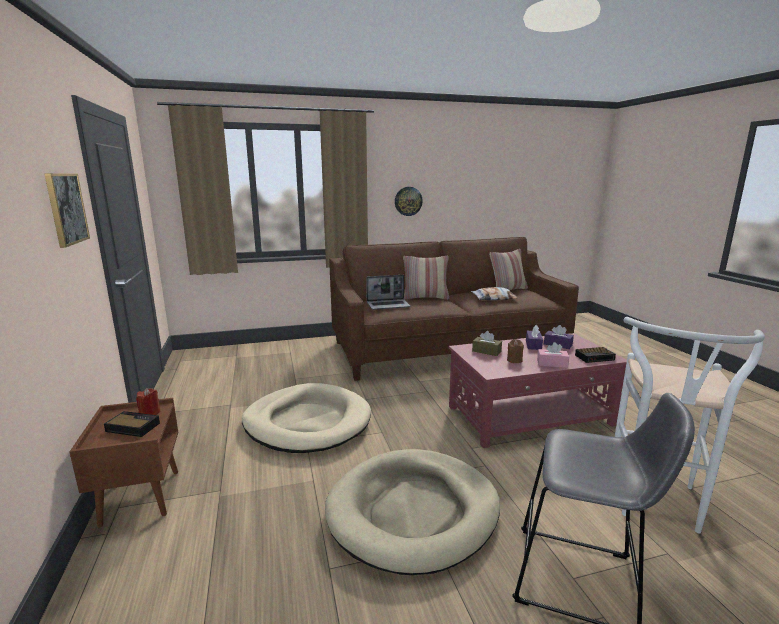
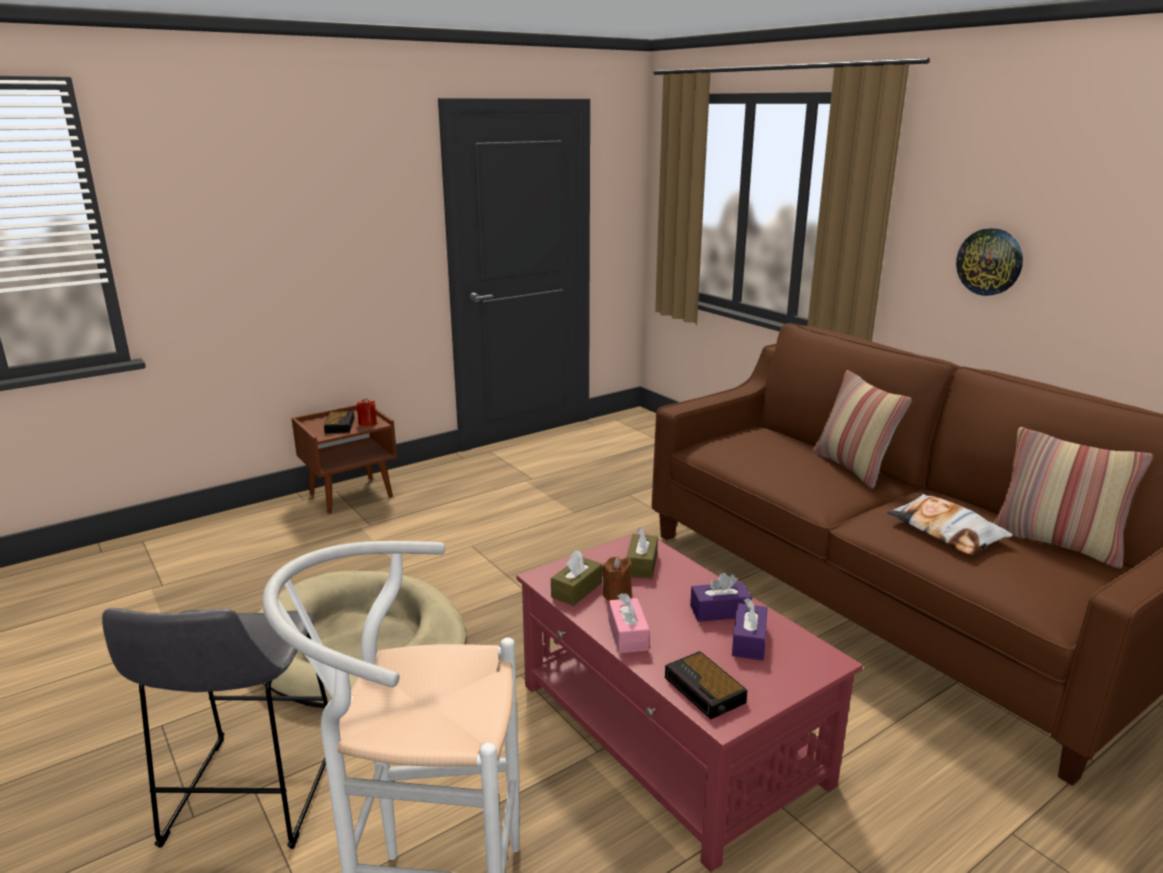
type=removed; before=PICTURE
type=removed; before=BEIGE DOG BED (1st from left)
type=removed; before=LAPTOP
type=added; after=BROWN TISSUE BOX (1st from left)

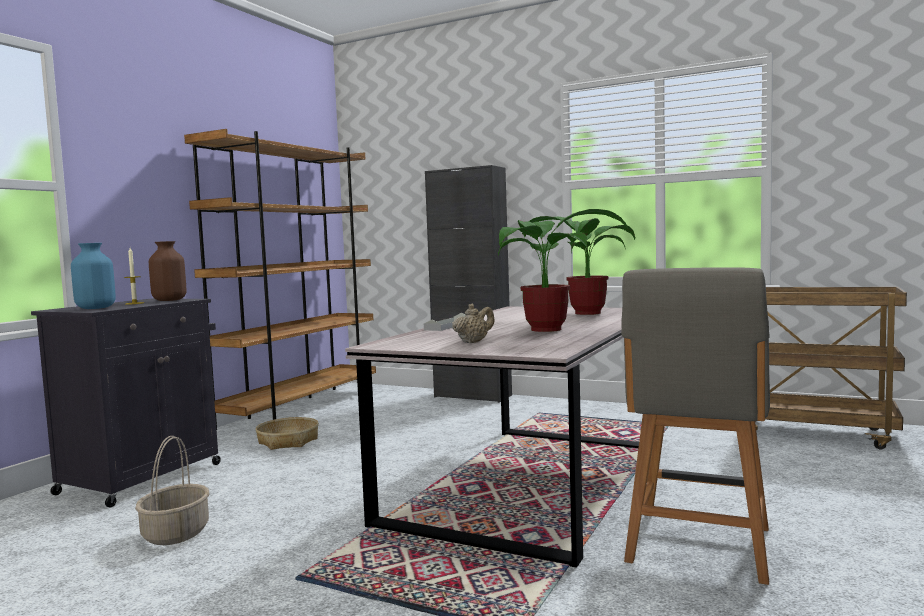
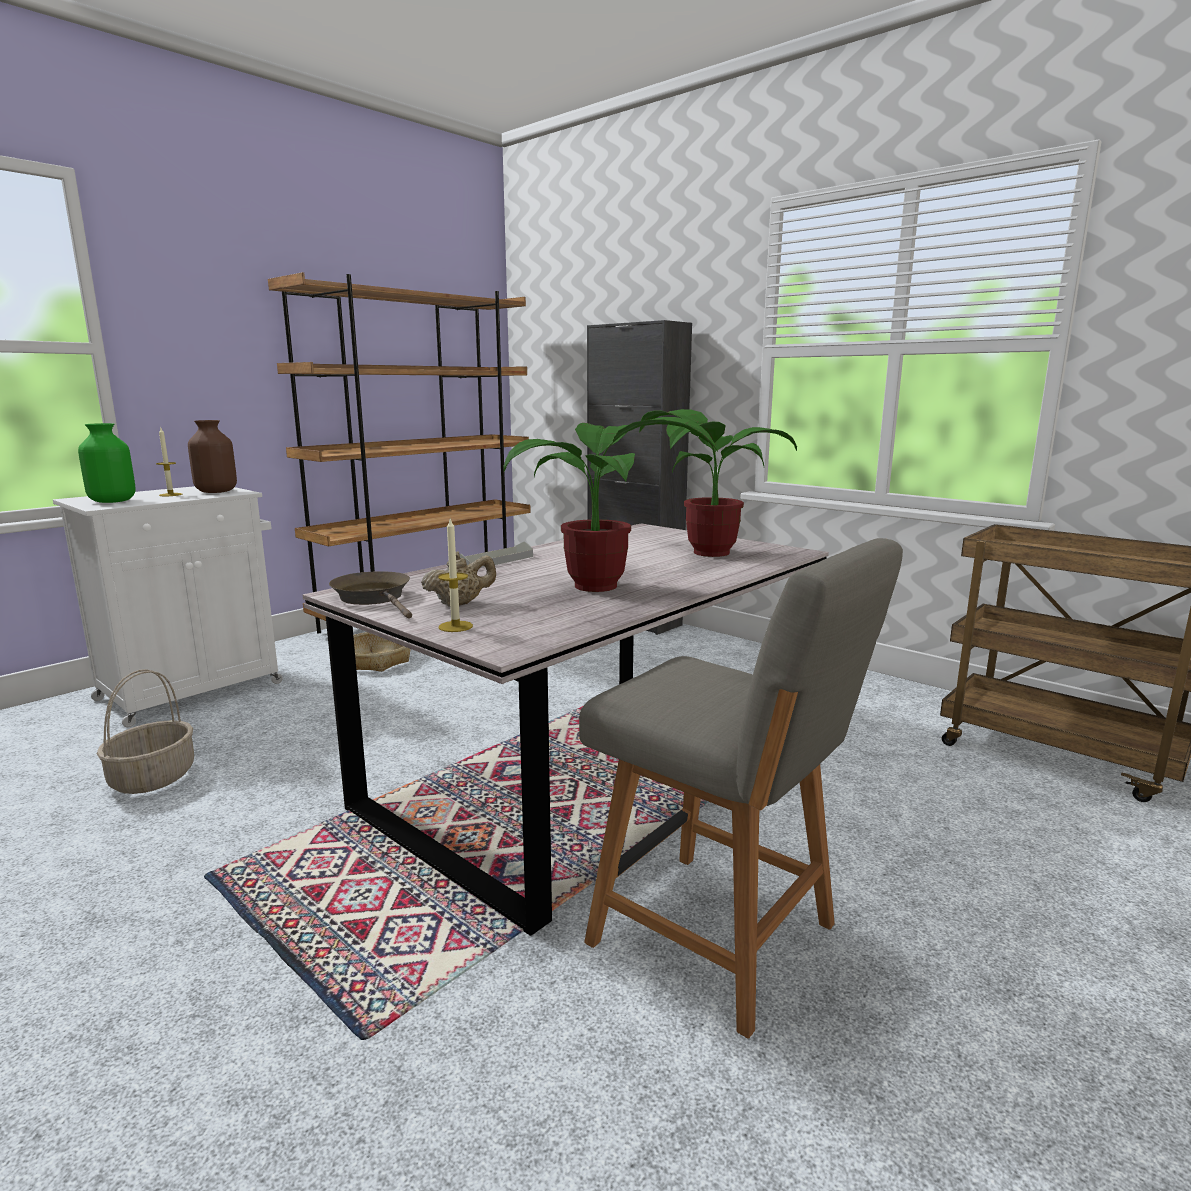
type=added; after=BROWN FRYING PAN
type=added; after=CANDLE (2nd from left)
type=recoloured; before=BLACK CABINET (1st from left); after=WHITE CABINET
type=recoloured; before=BLUE VASE; after=GREEN VASE
type=turned; before=GREY CHAIR; turn=-90

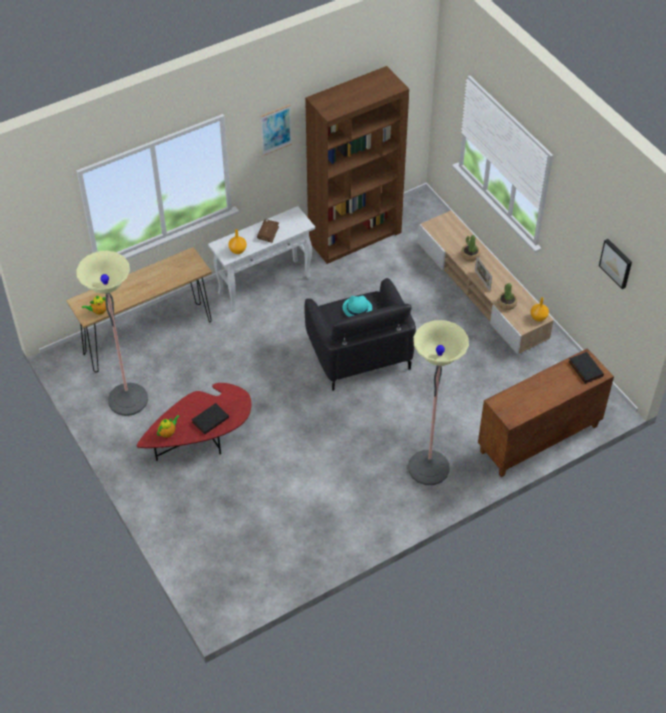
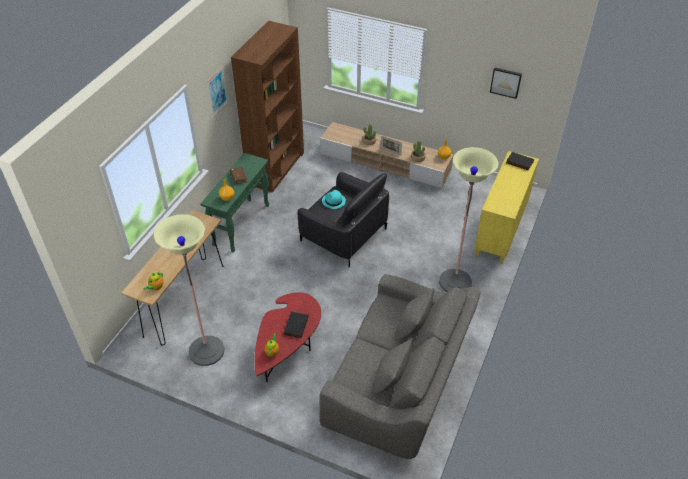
type=added; after=GREY SOFA
type=recoloured; before=WHITE CONSOLE TABLE; after=GREEN CONSOLE TABLE
type=recoloured; before=BROWN CABINET; after=YELLOW CABINET

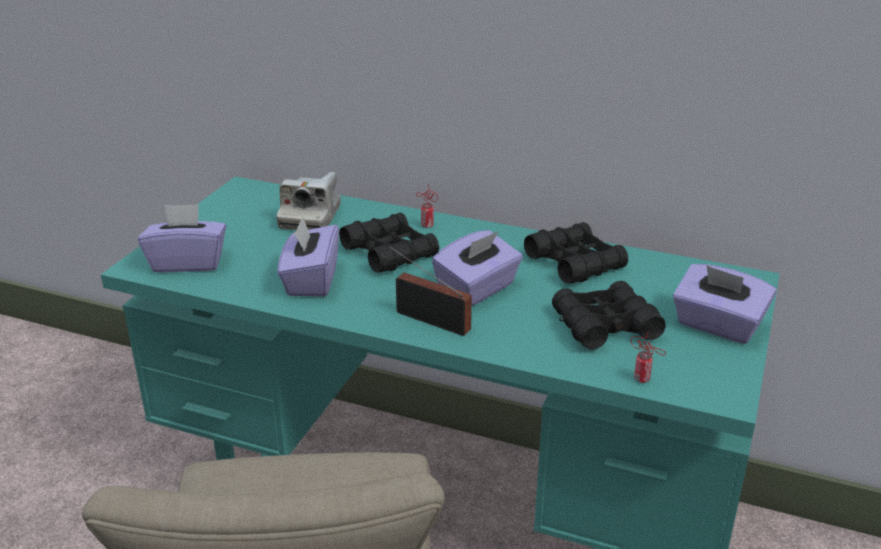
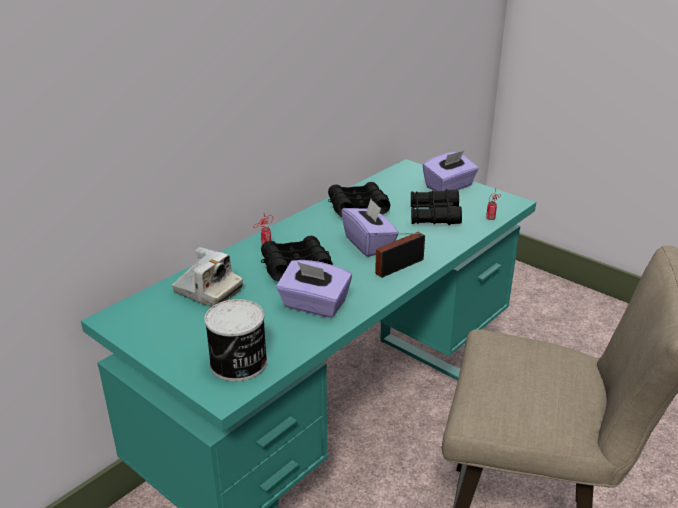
type=replaced; before=PURPLE TISSUE BOX (1st from left); after=CAN (1st from left)

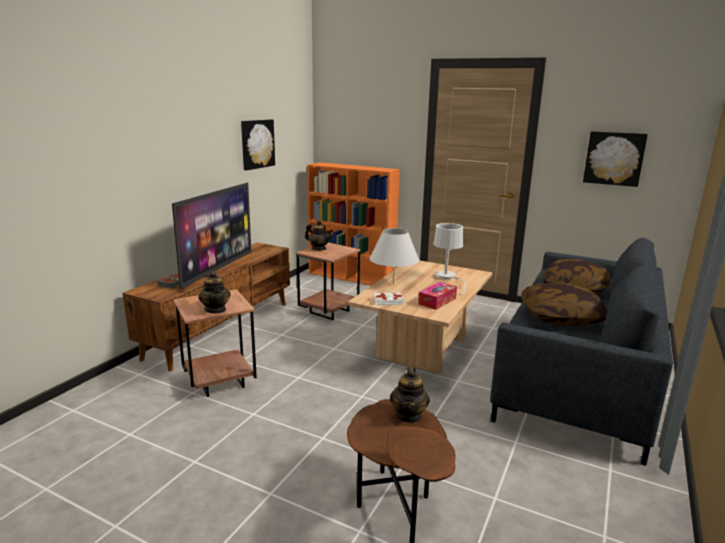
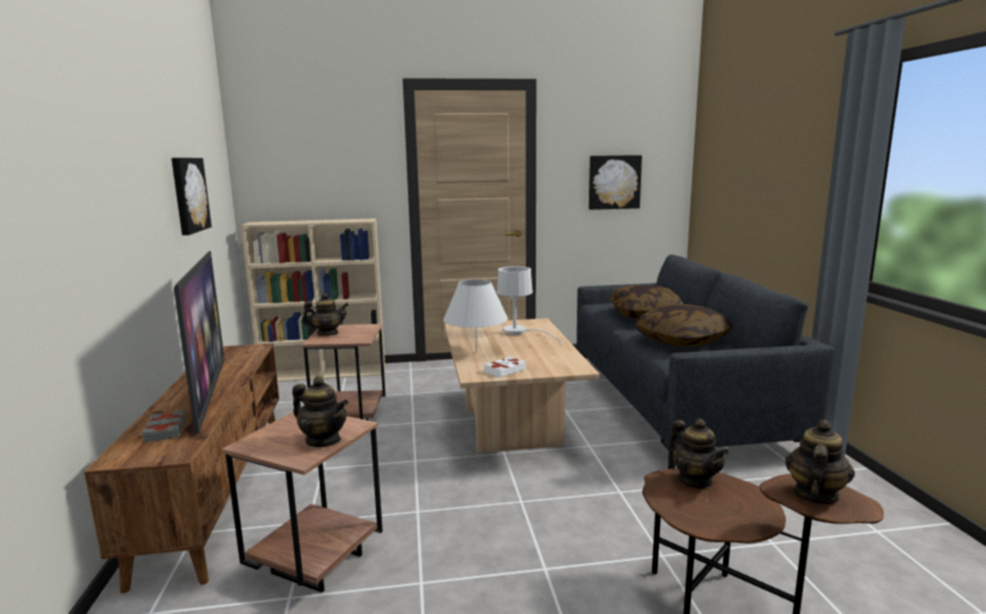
type=removed; before=TISSUE BOX
type=added; after=TEAPOT (4th from left)
type=recoloured; before=ORANGE BOOKCASE; after=BEIGE BOOKCASE

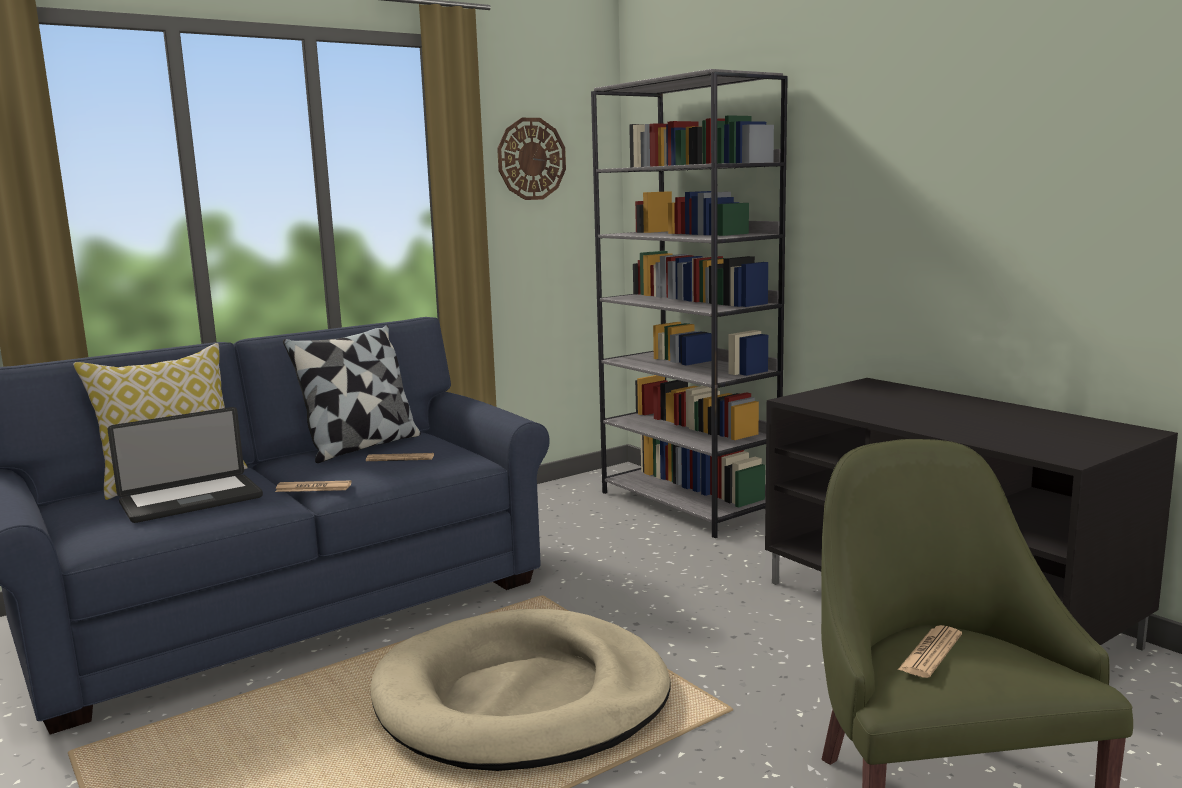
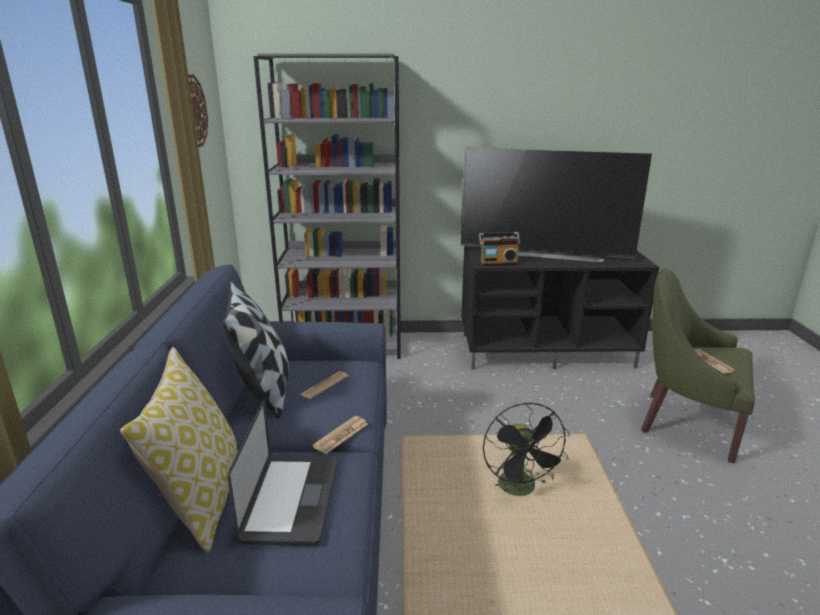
type=added; after=TELEVISION
type=added; after=RADIO
type=replaced; before=BEIGE DOG BED; after=BLACK FAN

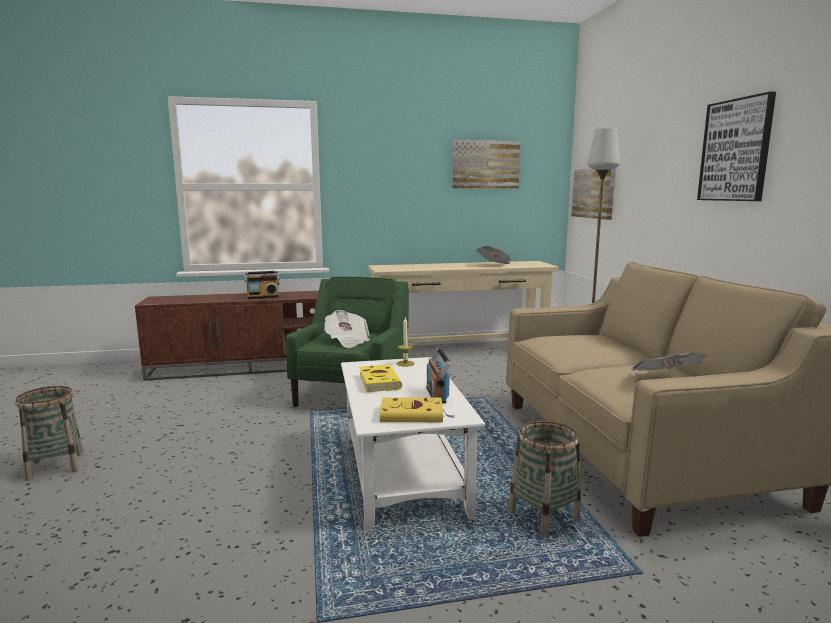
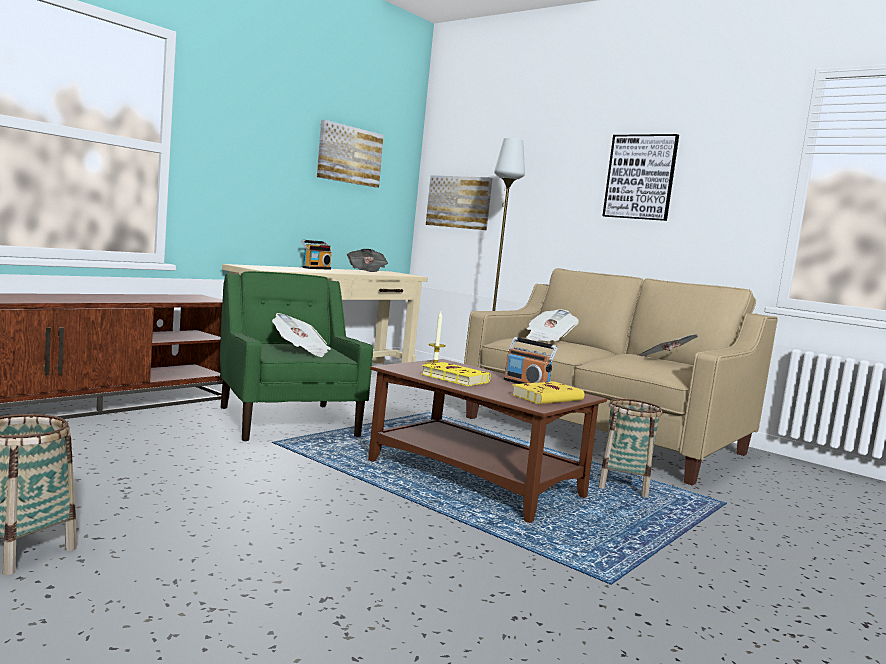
type=added; after=NEWSPAPER (3rd from left)
type=moved; before=RADIO (1st from left)
type=recoloured; before=WHITE COFFEE TABLE; after=BROWN COFFEE TABLE

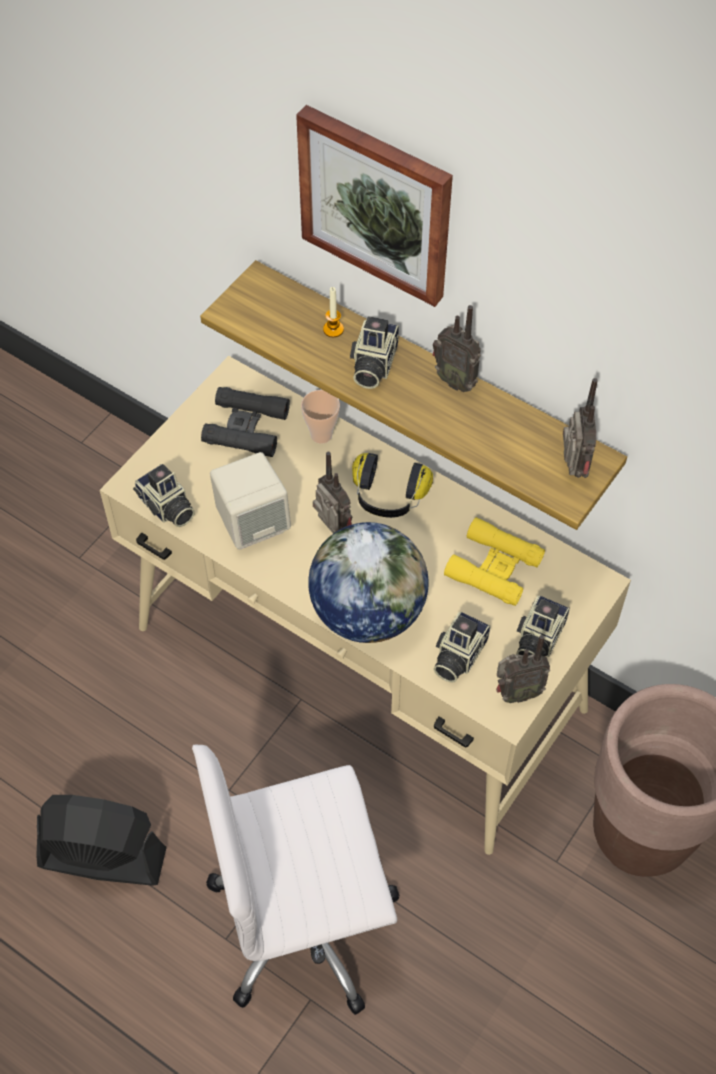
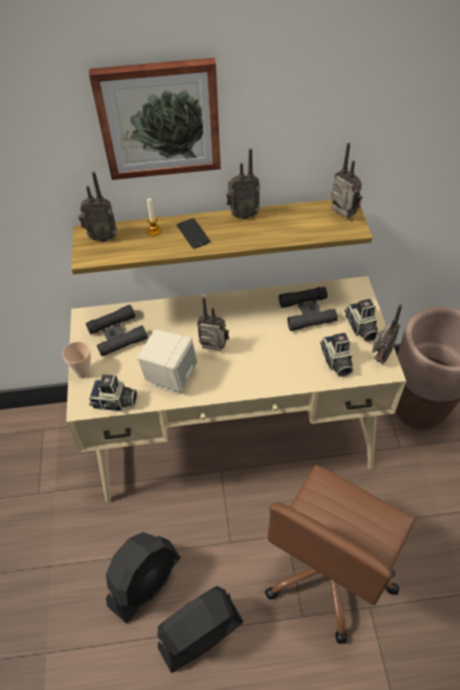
type=removed; before=GLOBE
type=removed; before=HEADPHONES
type=added; after=RADIO (1st from left)
type=added; after=BLACK FAN (1st from left)
type=moved; before=CUP
type=replaced; before=PHOTO CAMERA (2nd from left); after=PHONE
type=recoloured; before=WHITE OFFICE CHAIR; after=BROWN OFFICE CHAIR
type=recoloured; before=YELLOW BINOCULARS; after=BLACK BINOCULARS (2nd from left)

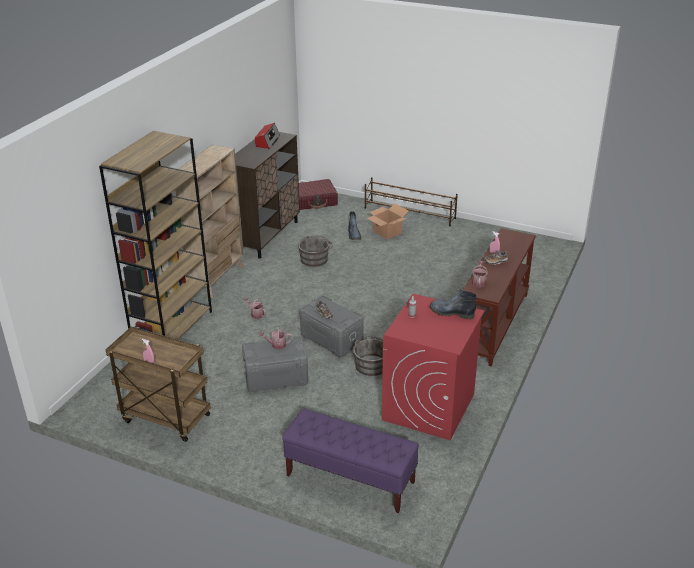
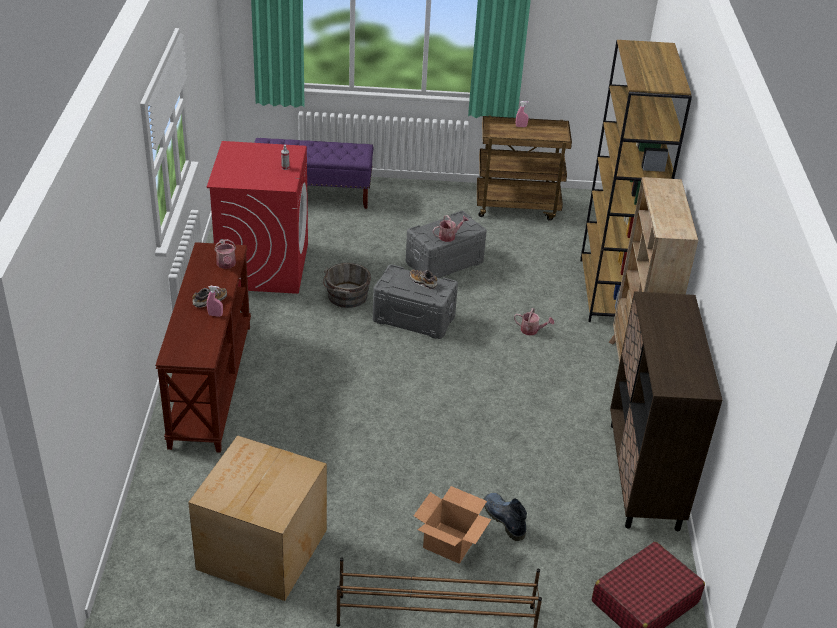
type=removed; before=RADIO
type=removed; before=GREY BUCKET (1st from left)
type=removed; before=BOOT (2nd from left)
type=added; after=CARDBOARD BOX (1st from left)

